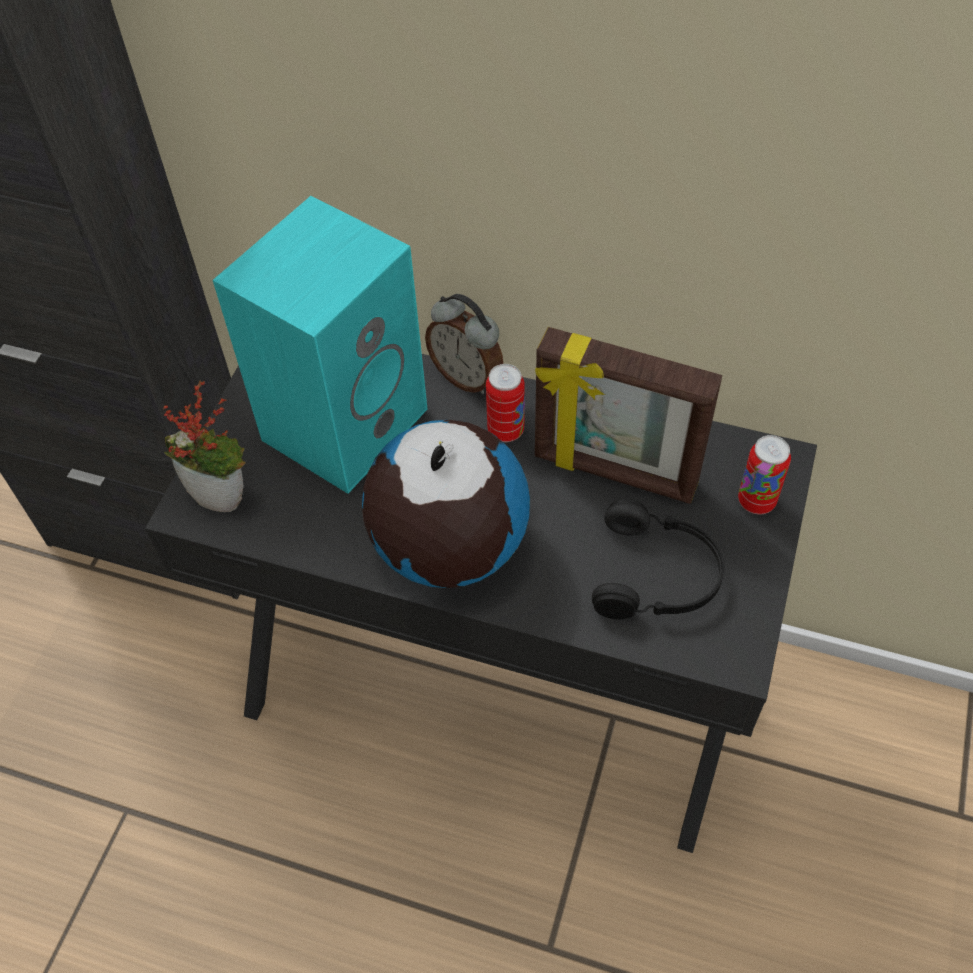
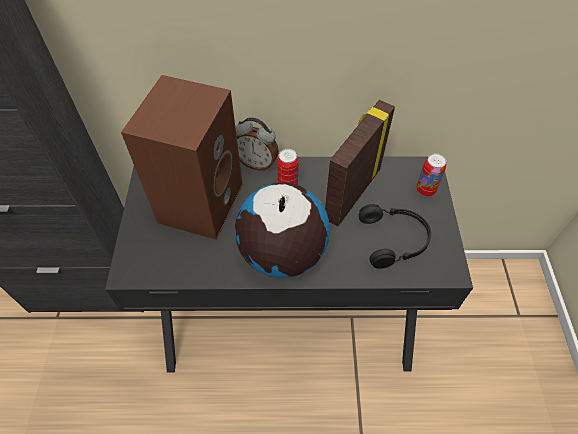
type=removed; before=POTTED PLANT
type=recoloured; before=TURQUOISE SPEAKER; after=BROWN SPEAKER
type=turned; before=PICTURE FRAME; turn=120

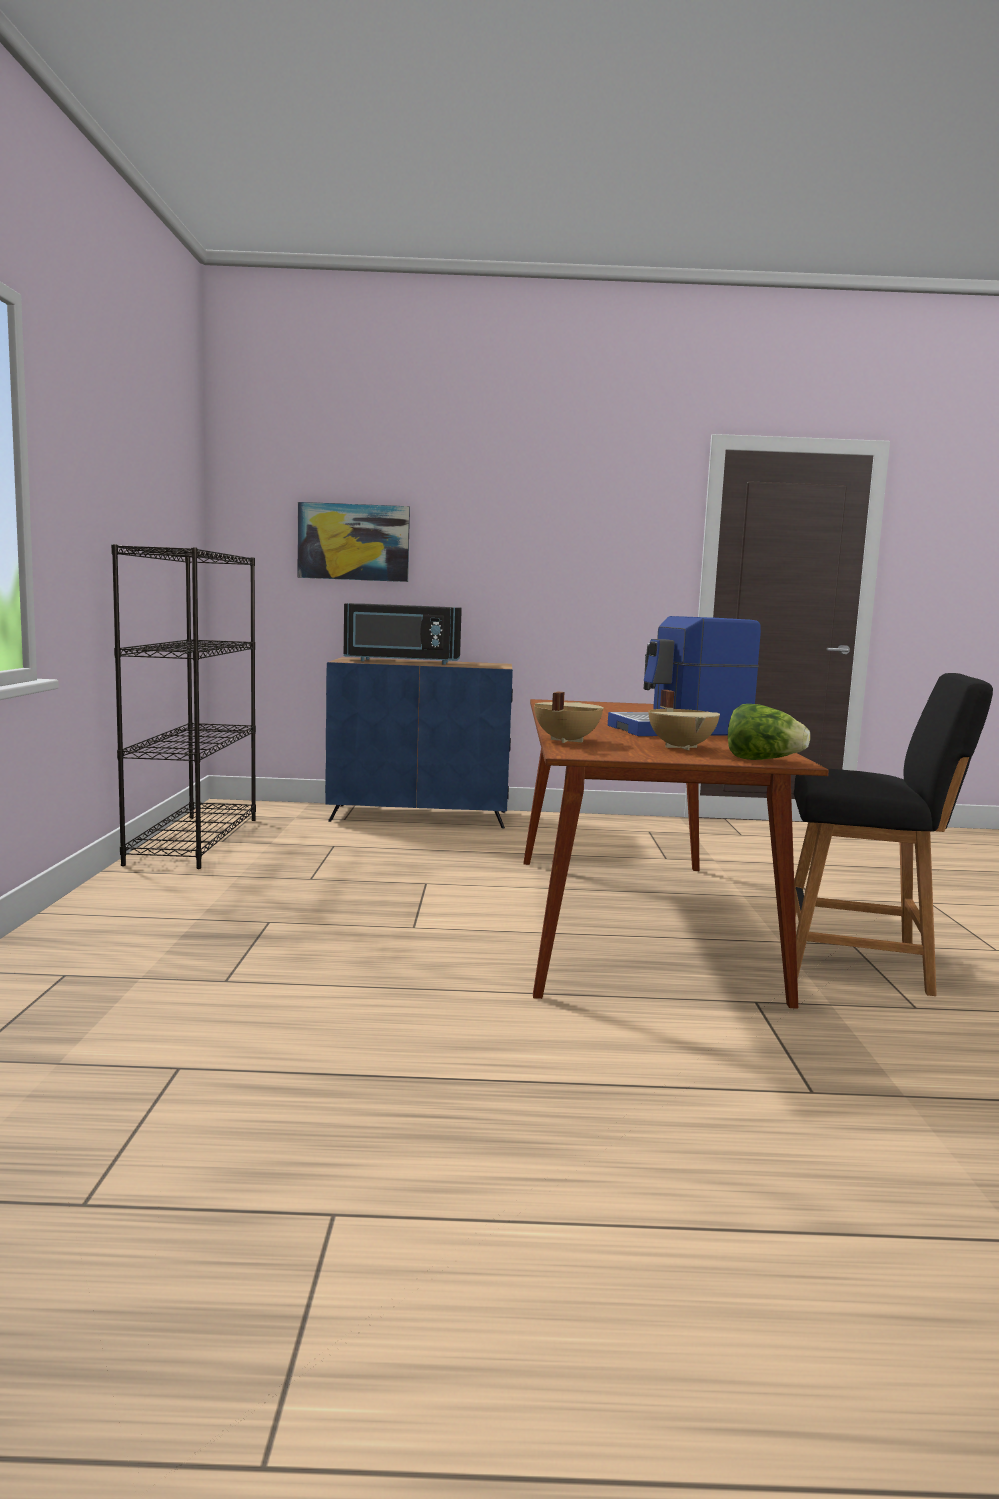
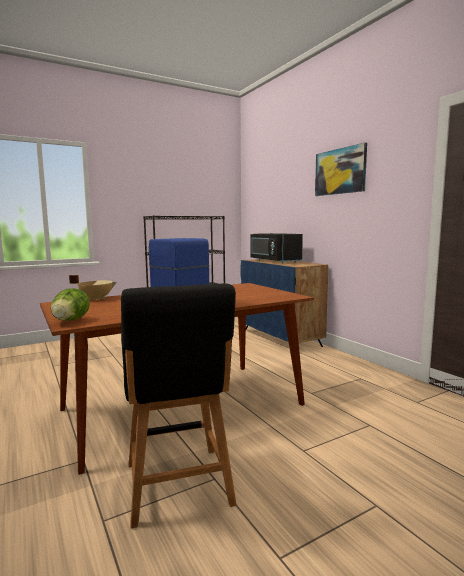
type=removed; before=BEIGE COOKING POT (2nd from left)
type=moved; before=PICTURE

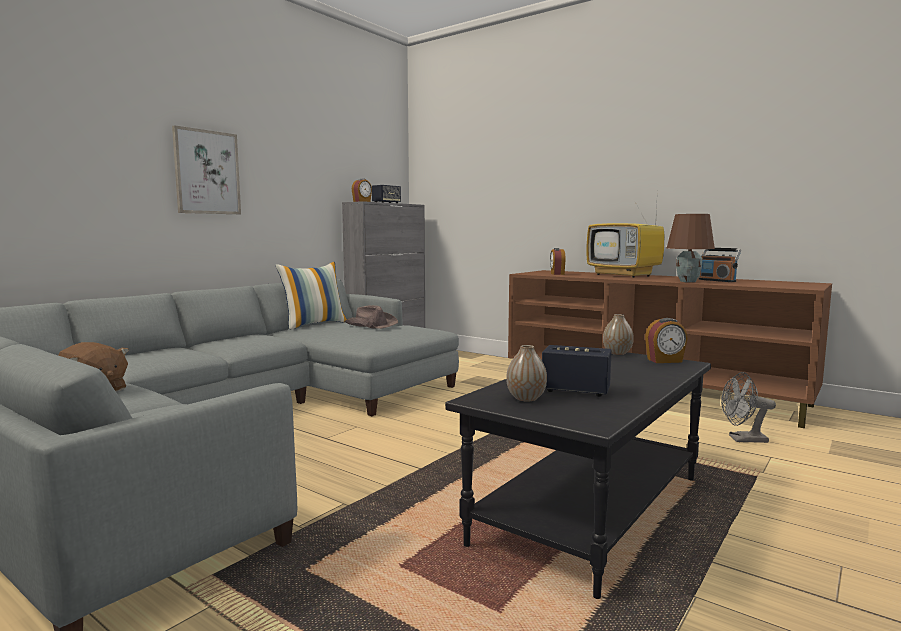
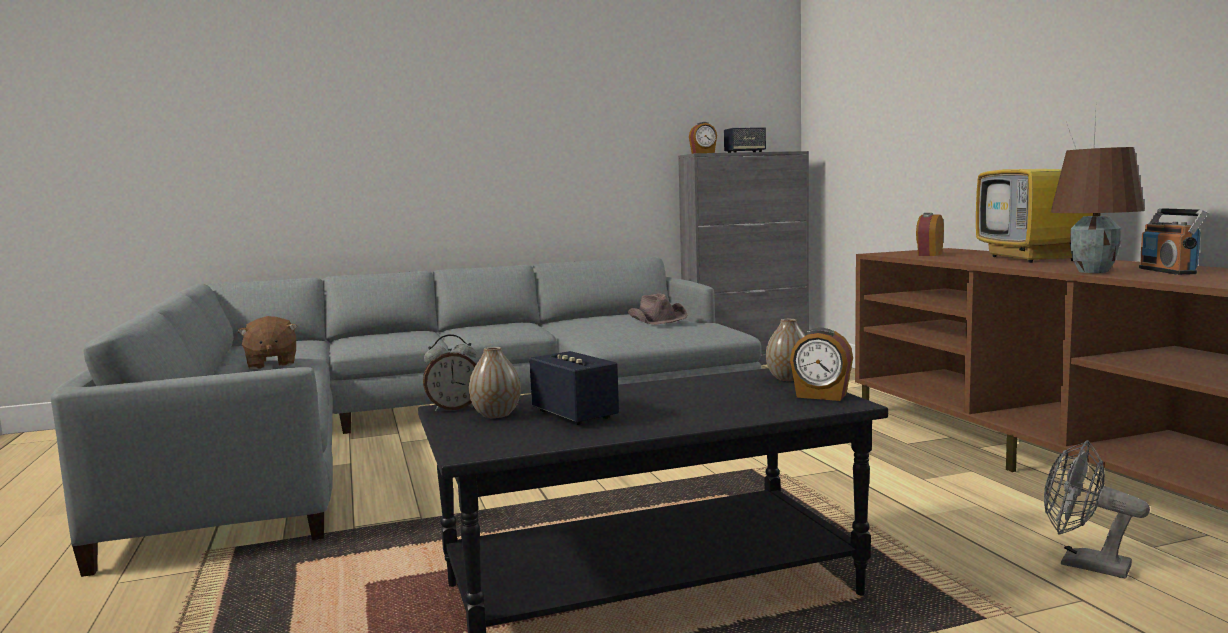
type=removed; before=PICTURE
type=removed; before=PILLOW
type=added; after=ALARM CLOCK (1st from left)

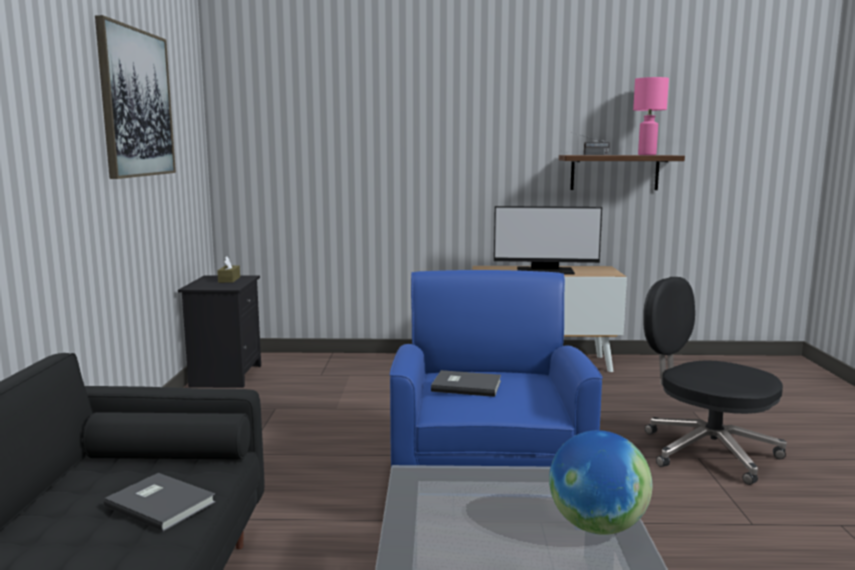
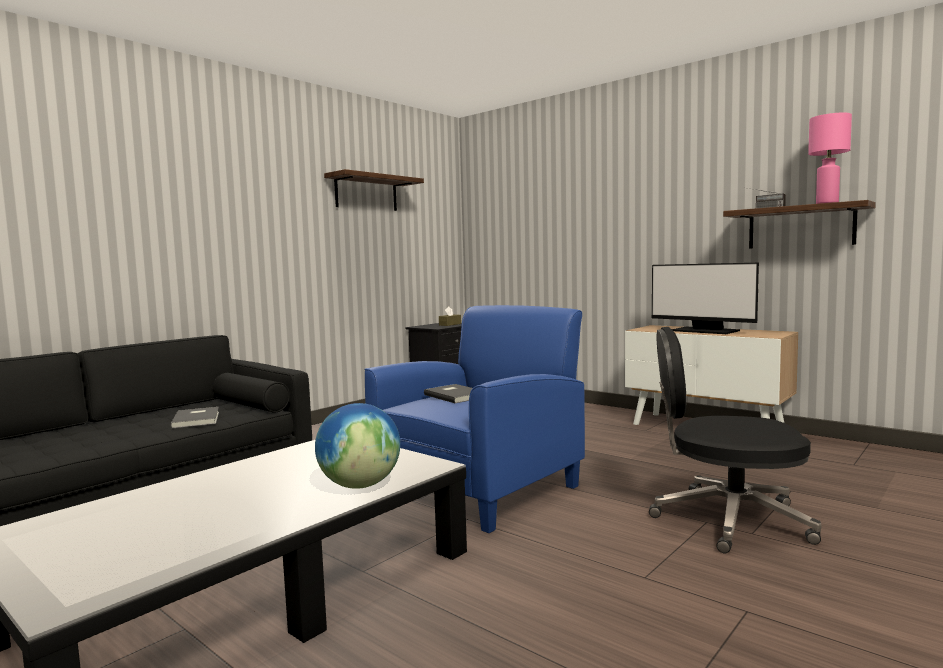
type=replaced; before=PICTURE; after=SHELF (1st from left)
type=turned; before=BLACK OFFICE CHAIR; turn=-75

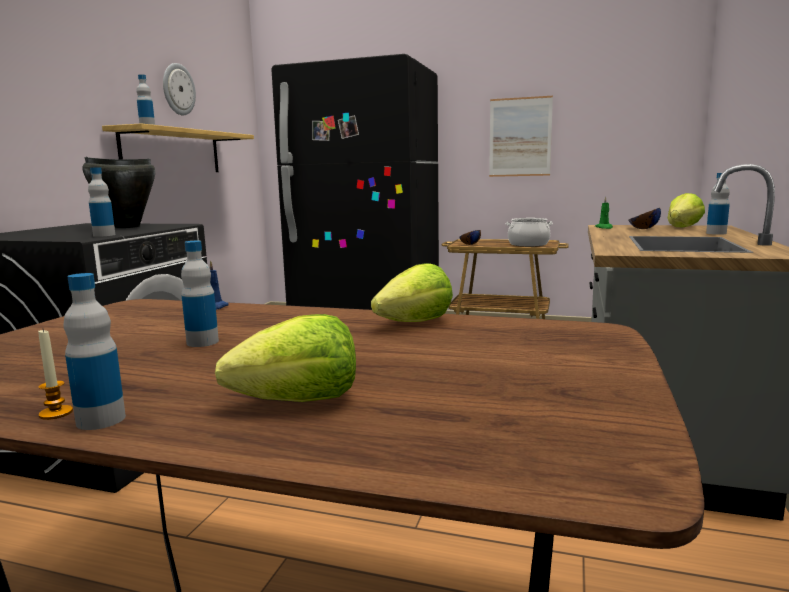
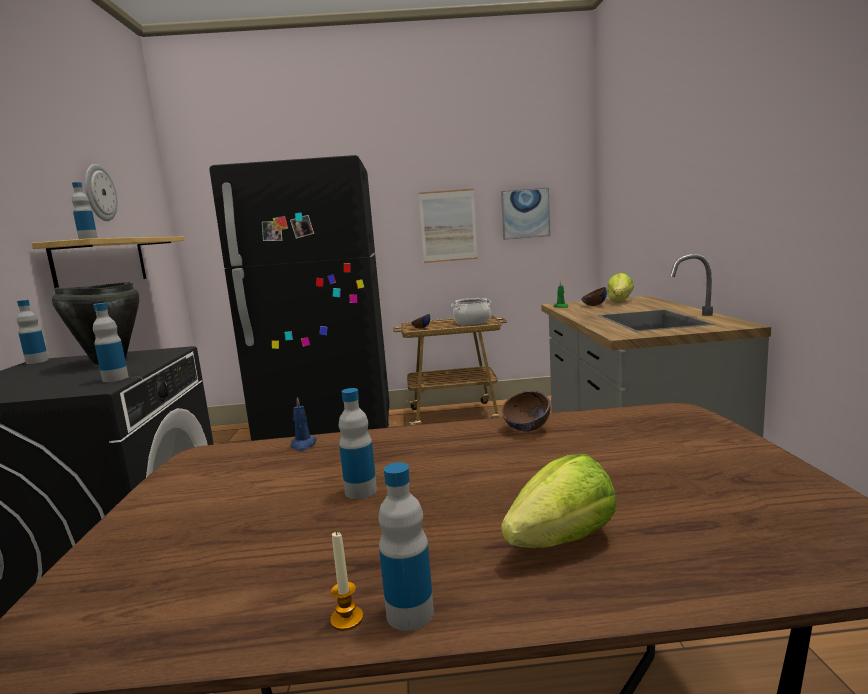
type=added; after=PICTURE (2nd from left)
type=moved; before=BOTTLE (5th from left in the first image); after=BOTTLE (1st from left)
type=replaced; before=LETTUCE (2nd from left); after=BROWN BOWL (2nd from left)

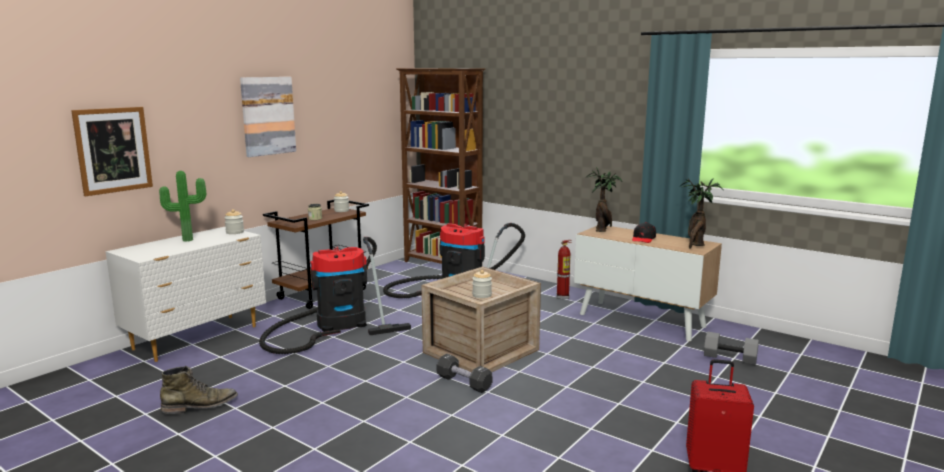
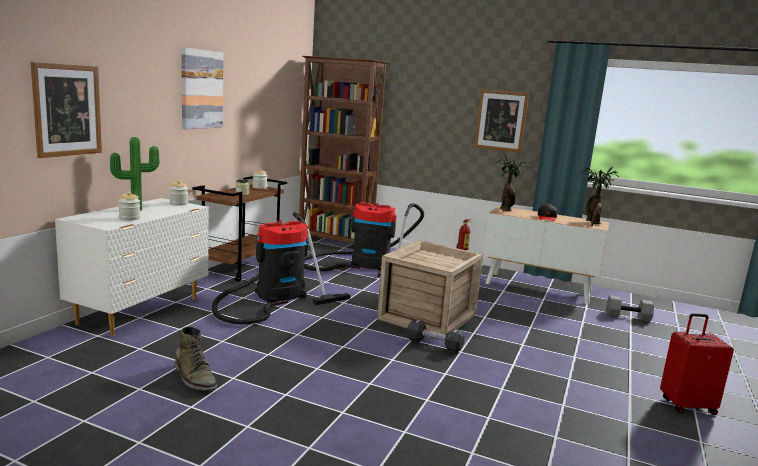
type=added; after=PICTURE (3rd from left)
type=moved; before=JAR (4th from left in the first image); after=JAR (1st from left)
type=turned; before=GREEN BOOT; turn=90

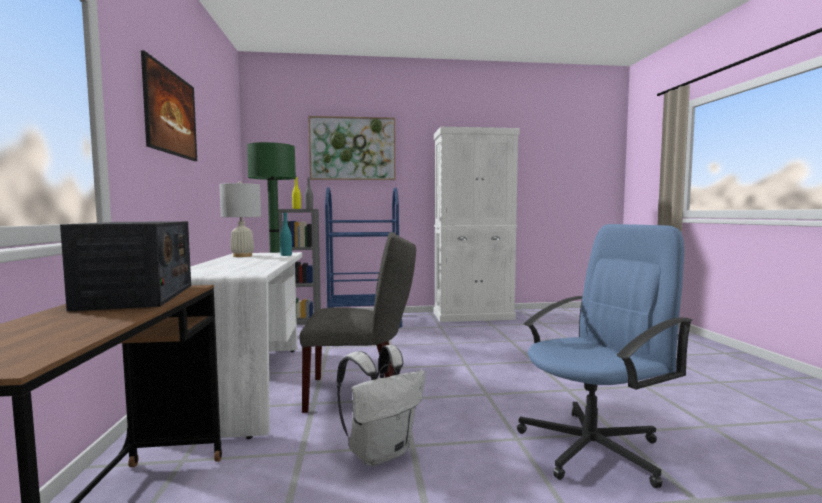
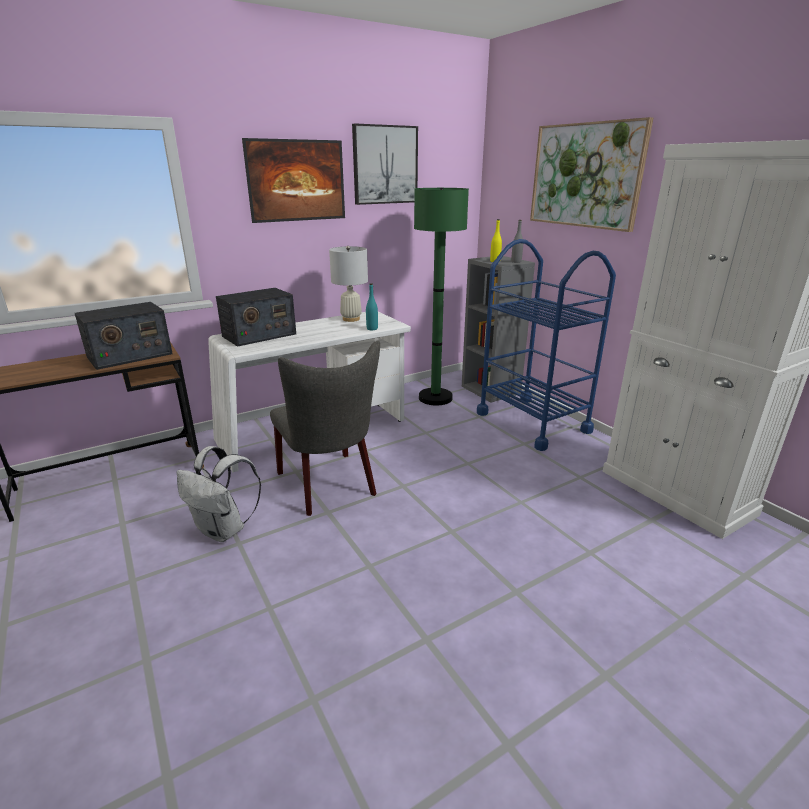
type=removed; before=BLUE OFFICE CHAIR
type=added; after=RADIO (2nd from left)
type=added; after=PICTURE (2nd from left)

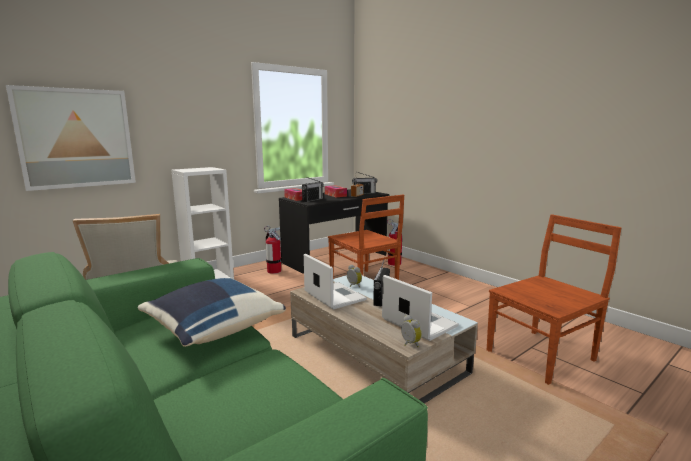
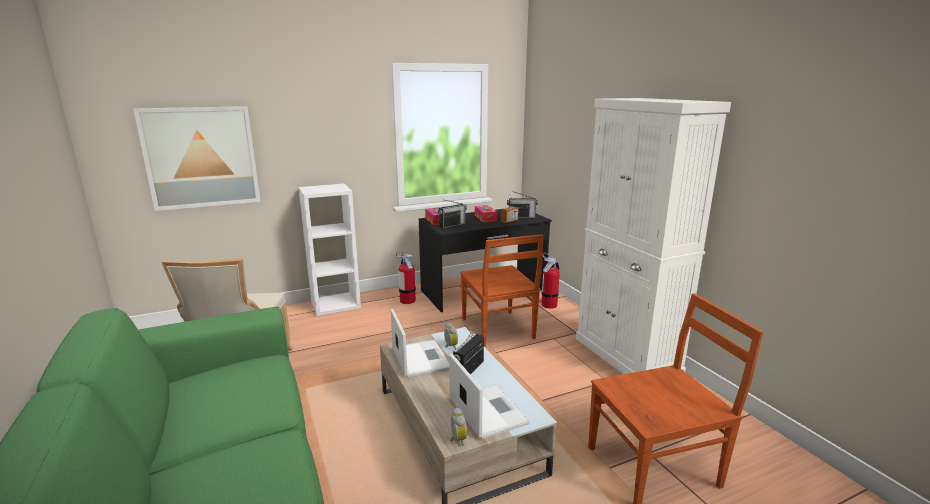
type=removed; before=BLUE PILLOW
type=added; after=WHITE CABINET

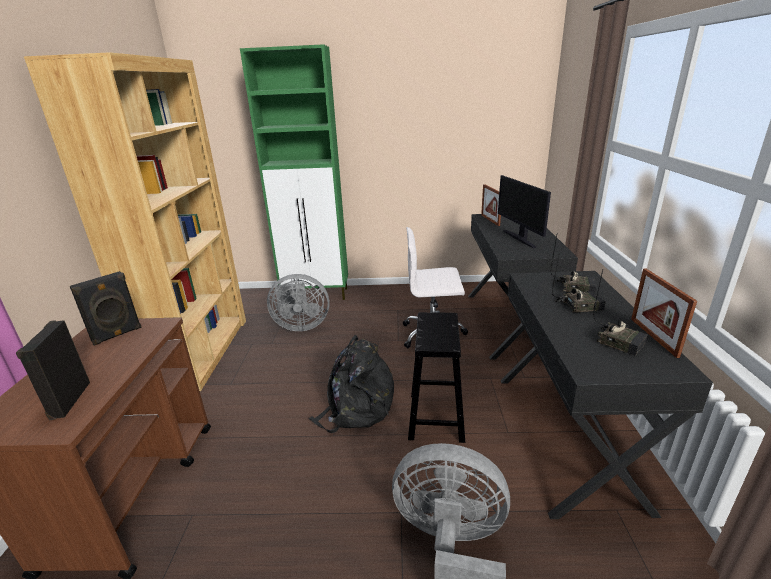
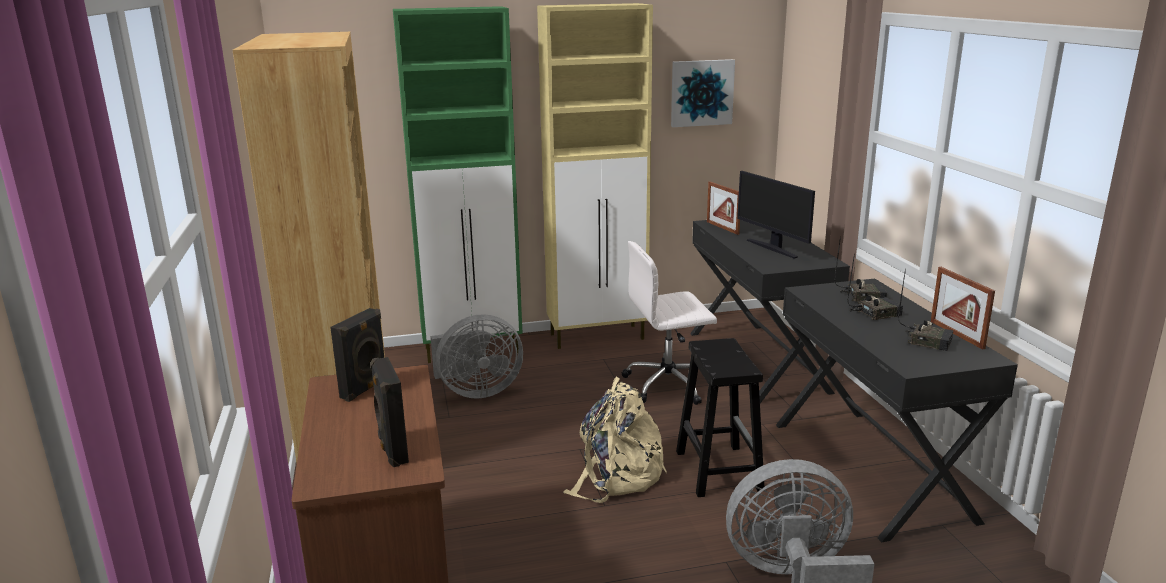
type=added; after=BEIGE CABINET
type=added; after=PICTURE
type=recoloured; before=BLACK BACKPACK; after=BEIGE BACKPACK

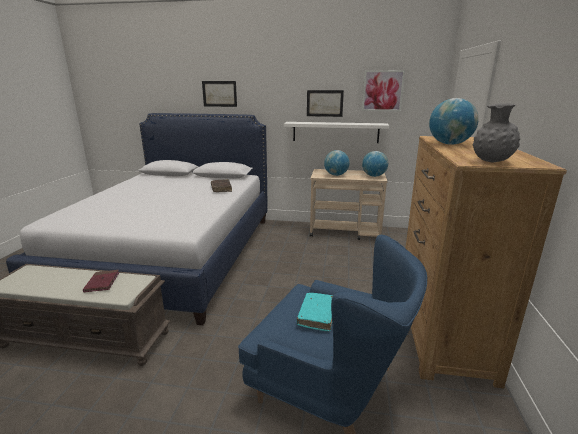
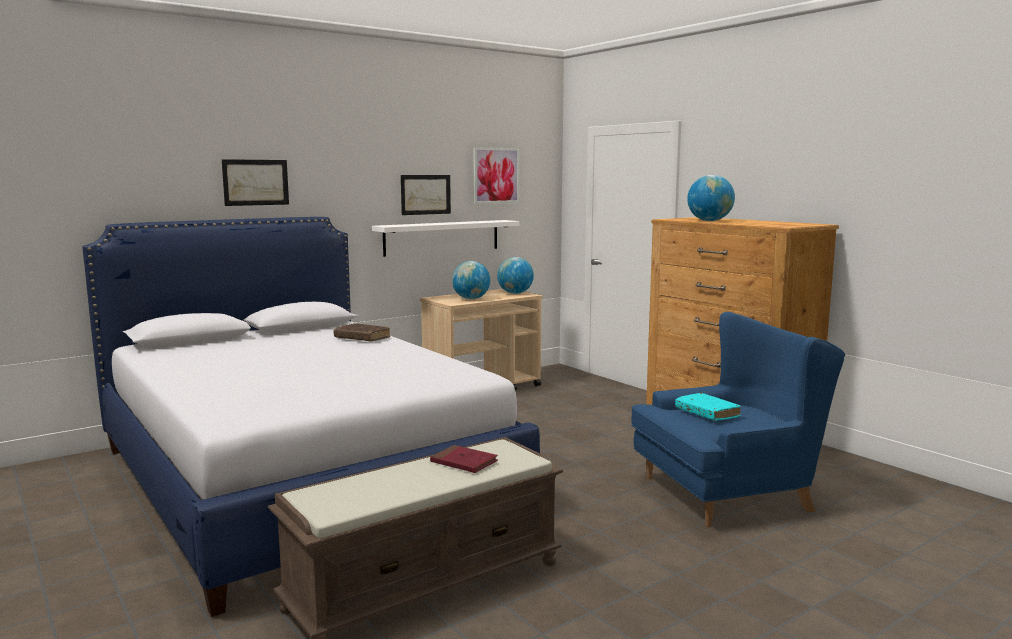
type=removed; before=GREY VASE

